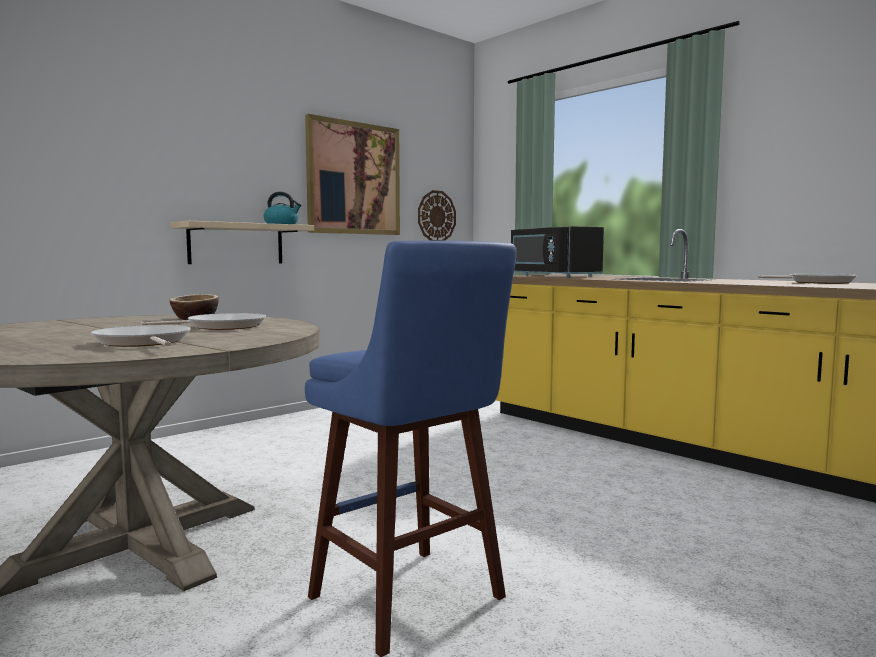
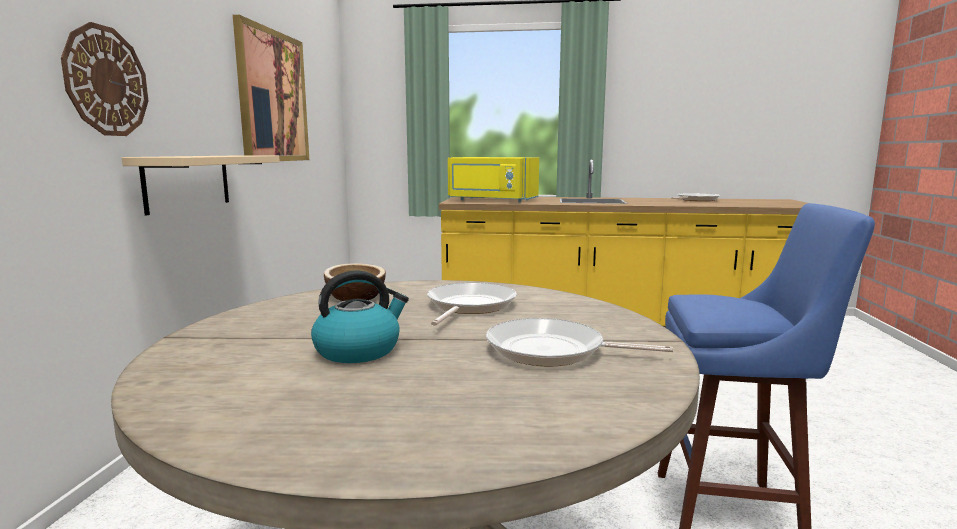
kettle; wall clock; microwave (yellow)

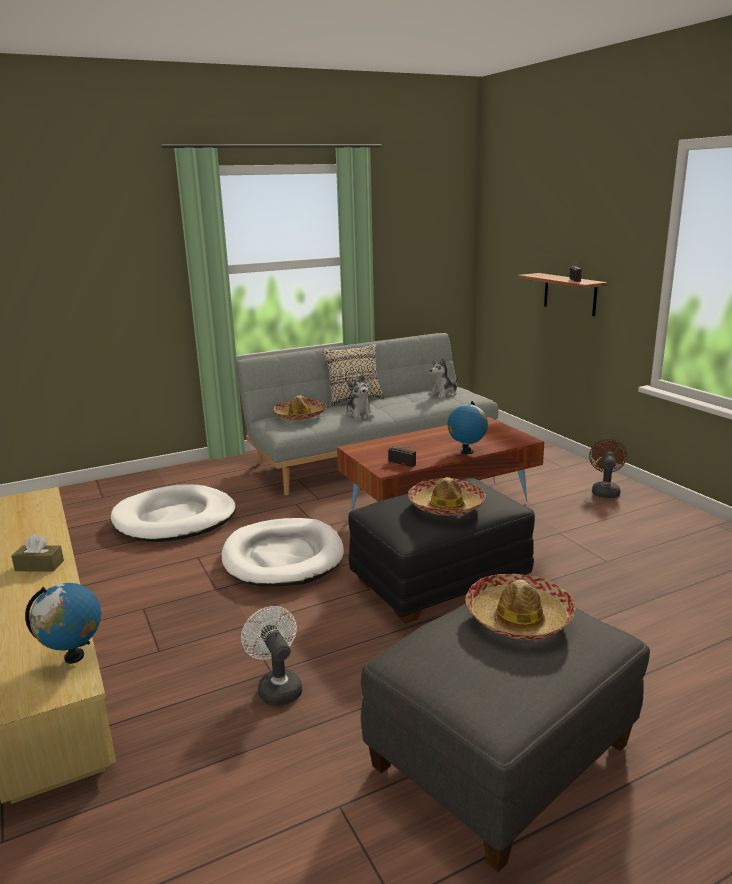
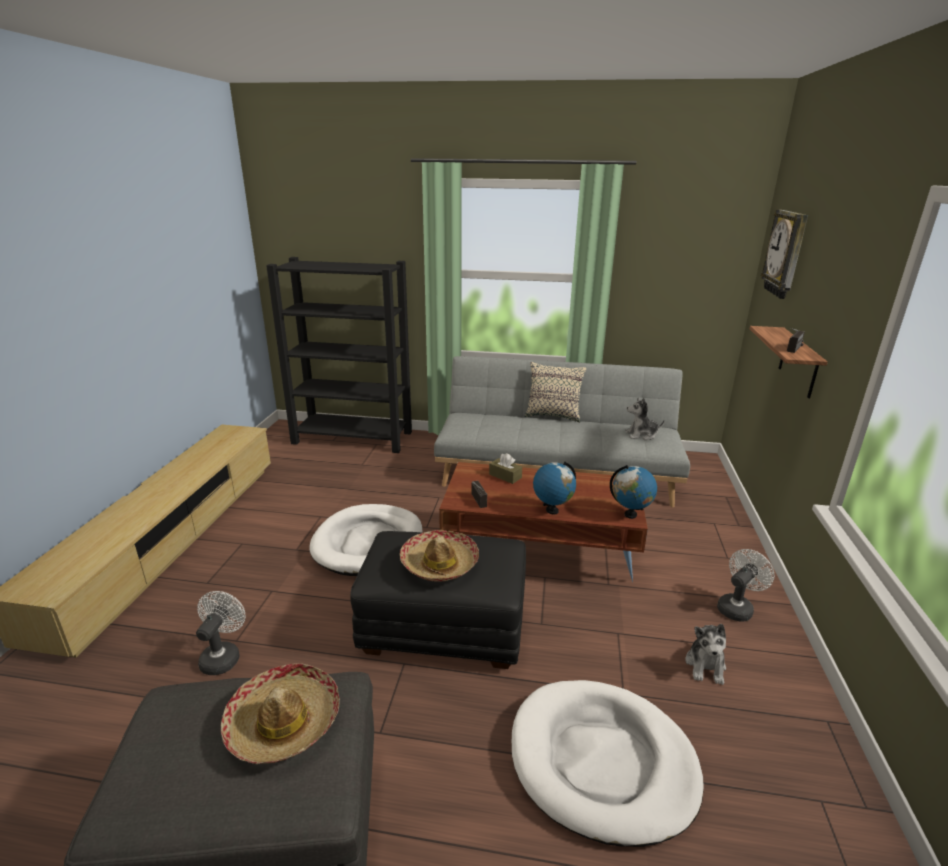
tissue box (brown); globe (2nd from left); dog bed (white) (2nd from left); hat (1st from left in the first image); plush toy (2nd from left); fan (white) (2nd from left); bookcase (black); wall clock

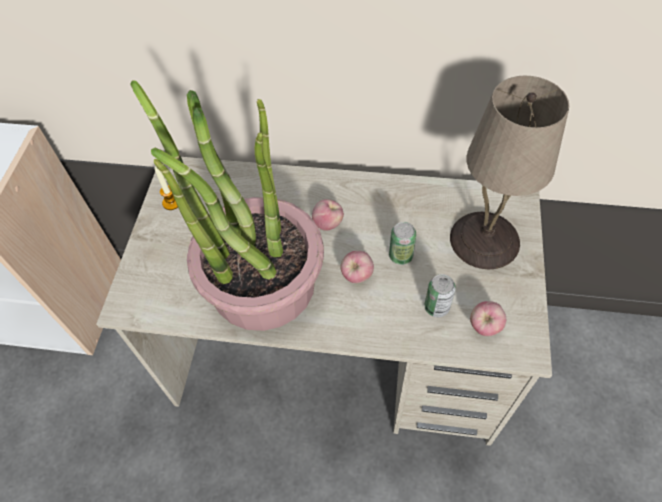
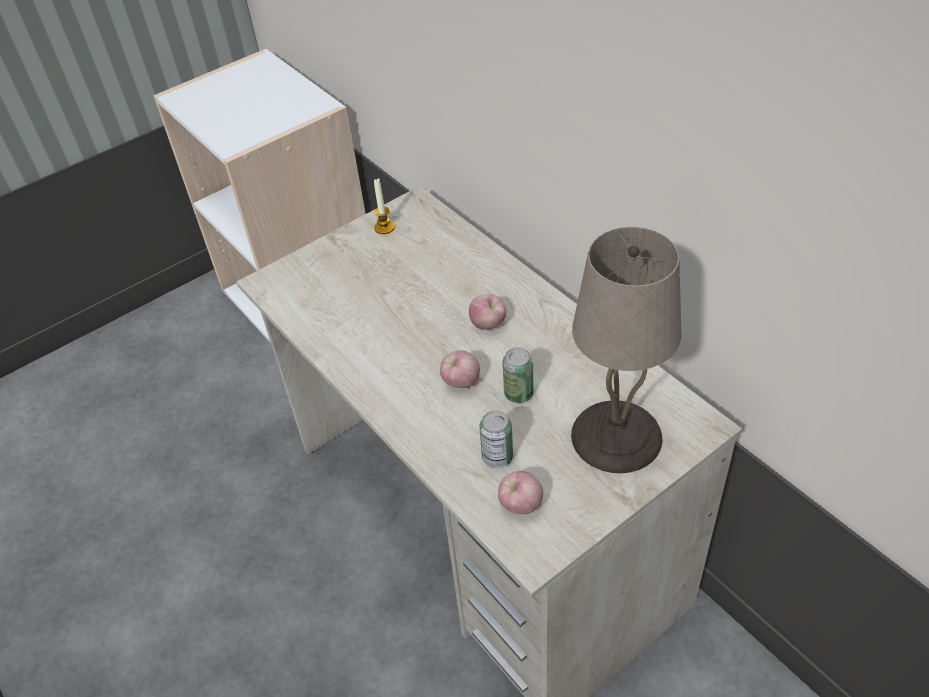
potted plant

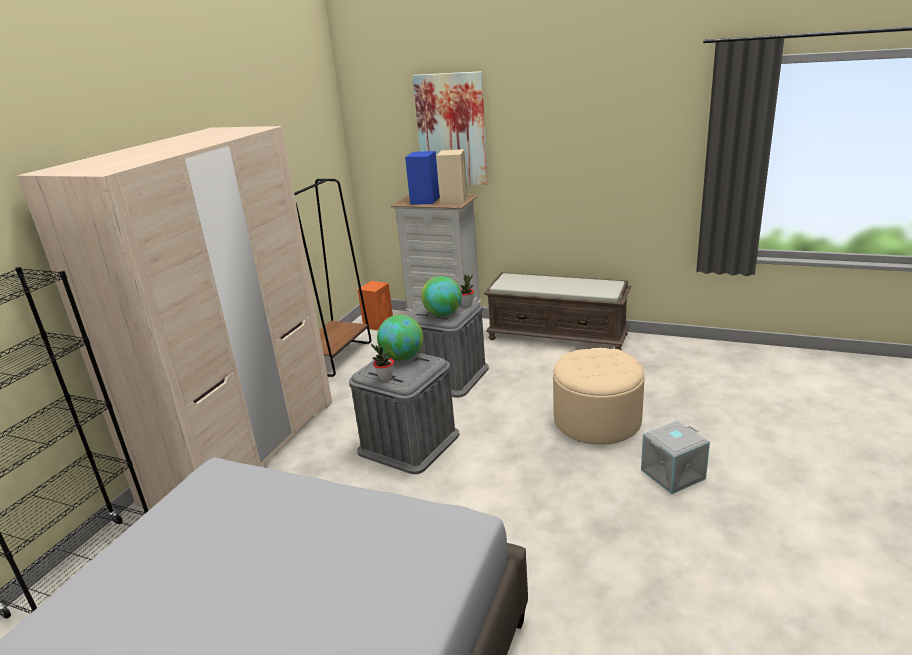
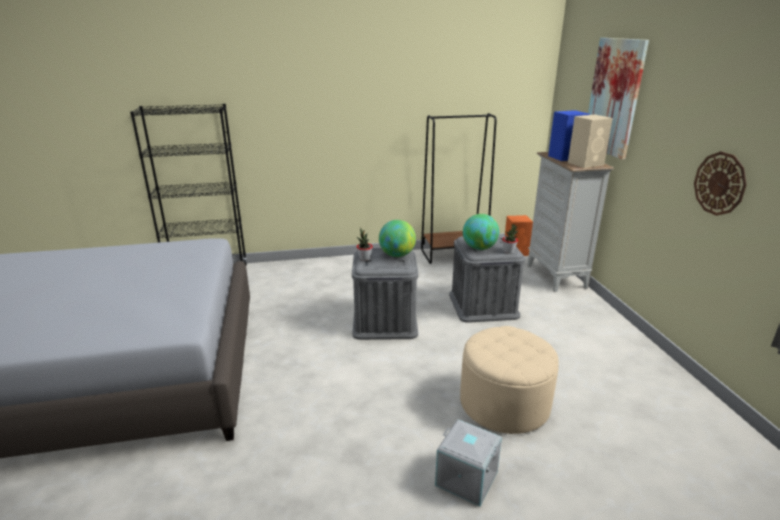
wardrobe (beige); bench (brown); wall clock

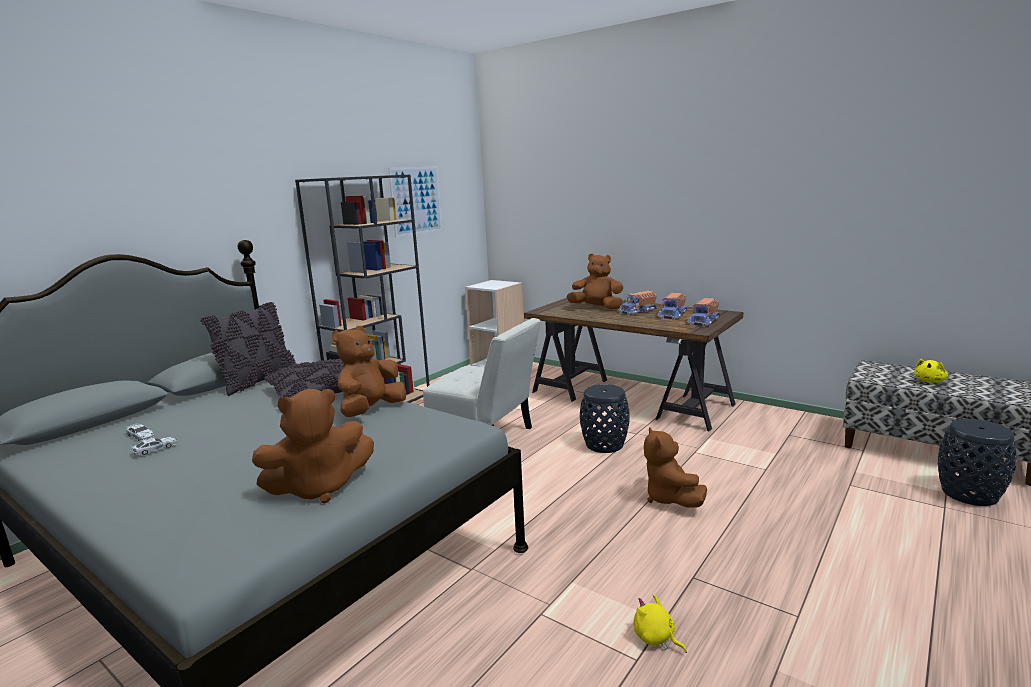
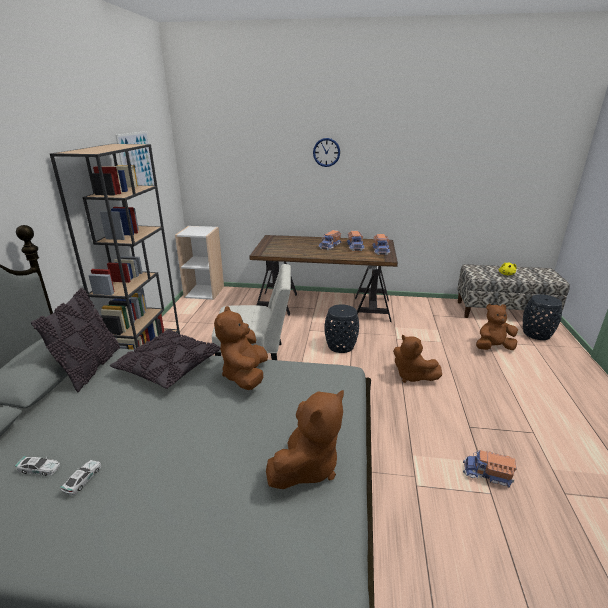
plush toy (brown) (4th from left); toy truck (4th from left); wall clock

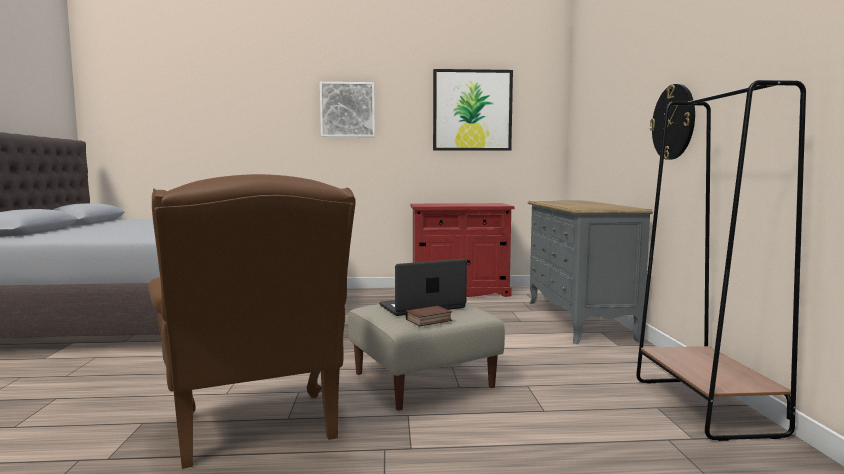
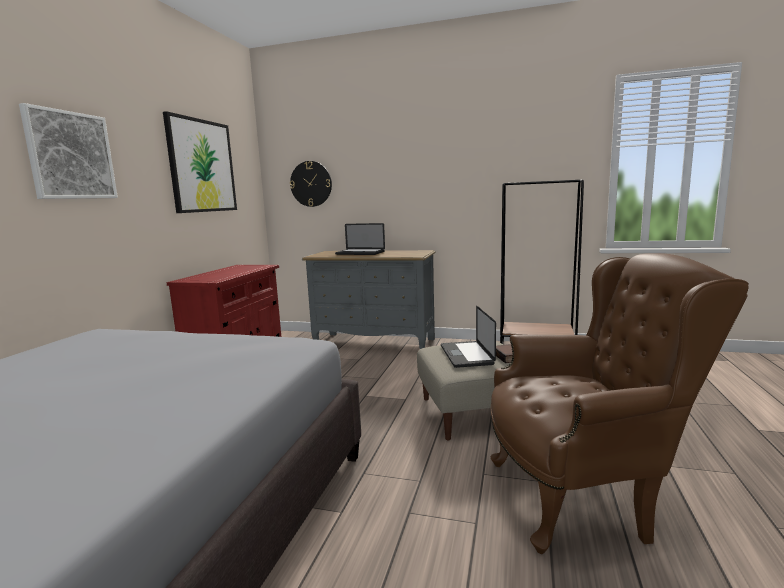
wall clock; laptop (1st from left)

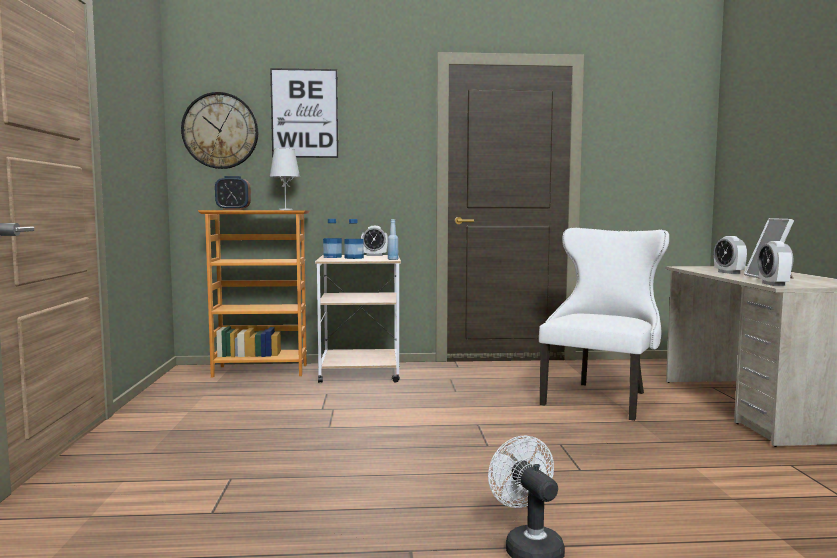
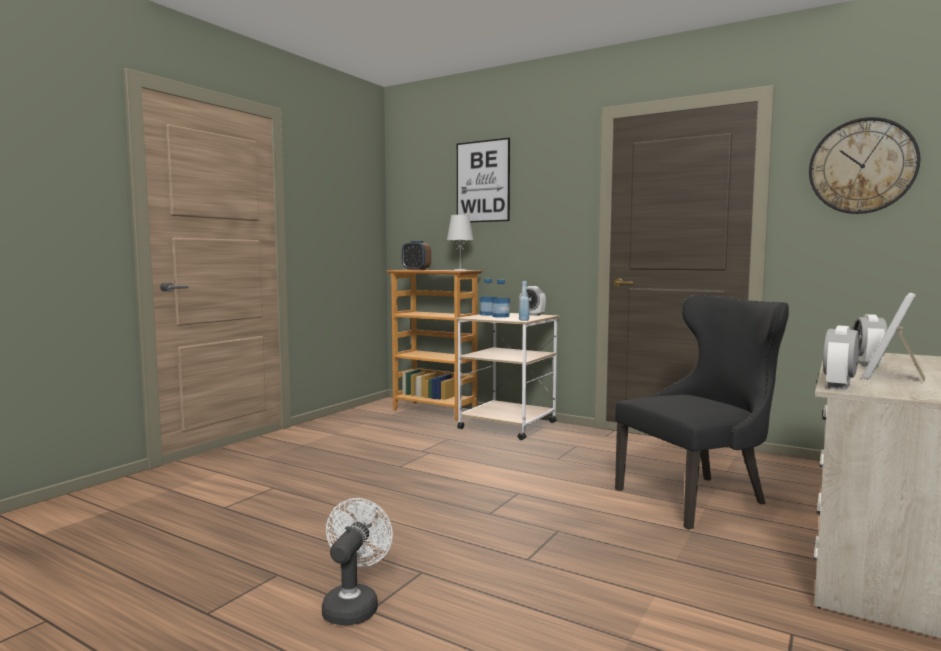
wall clock; chair (black)

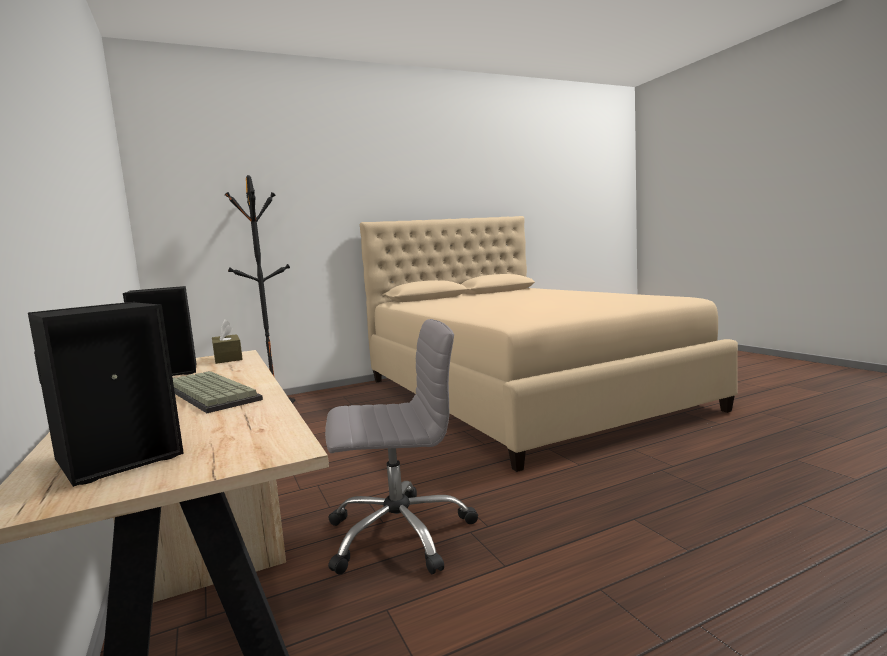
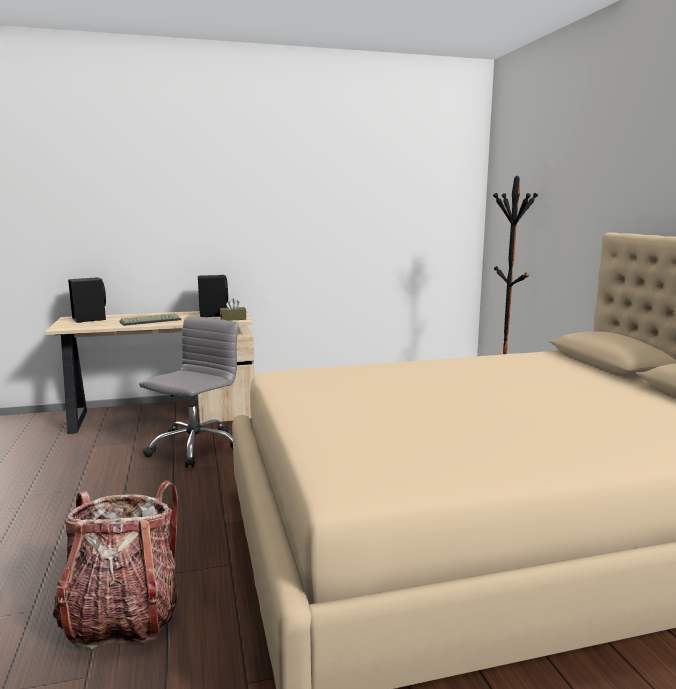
office chair (grey); backpack

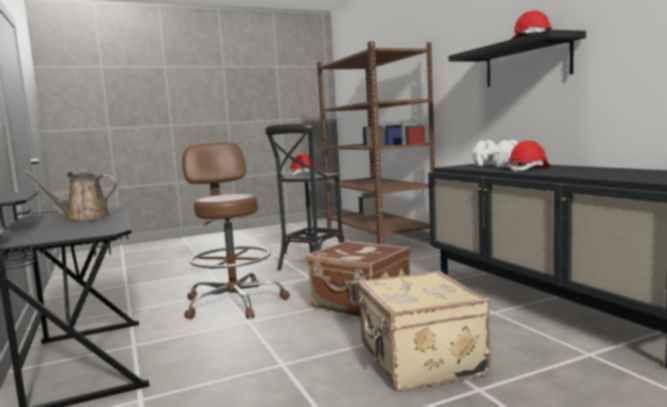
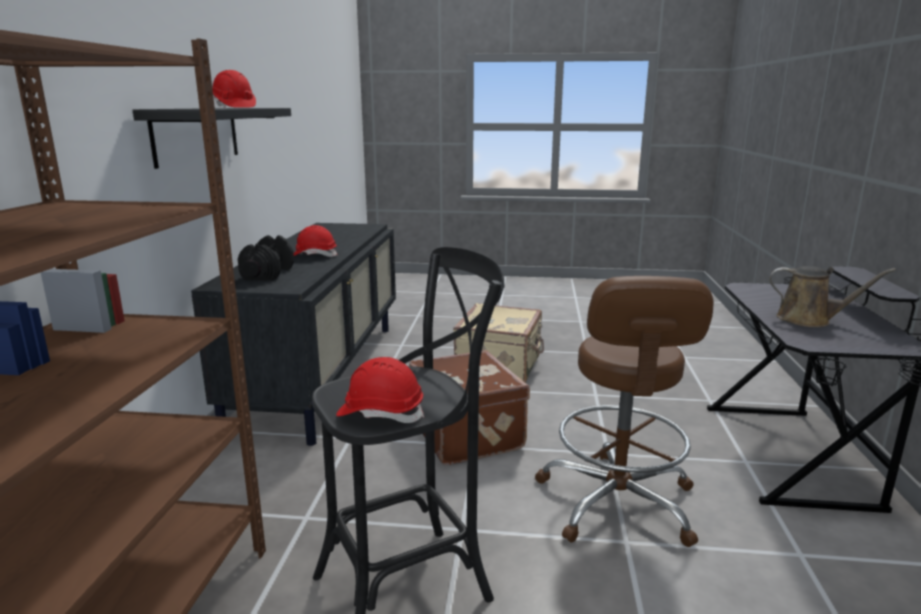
dumbbell (black)

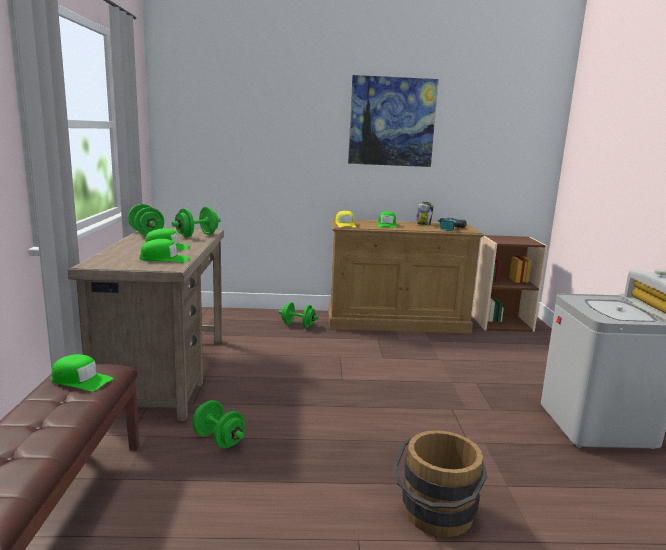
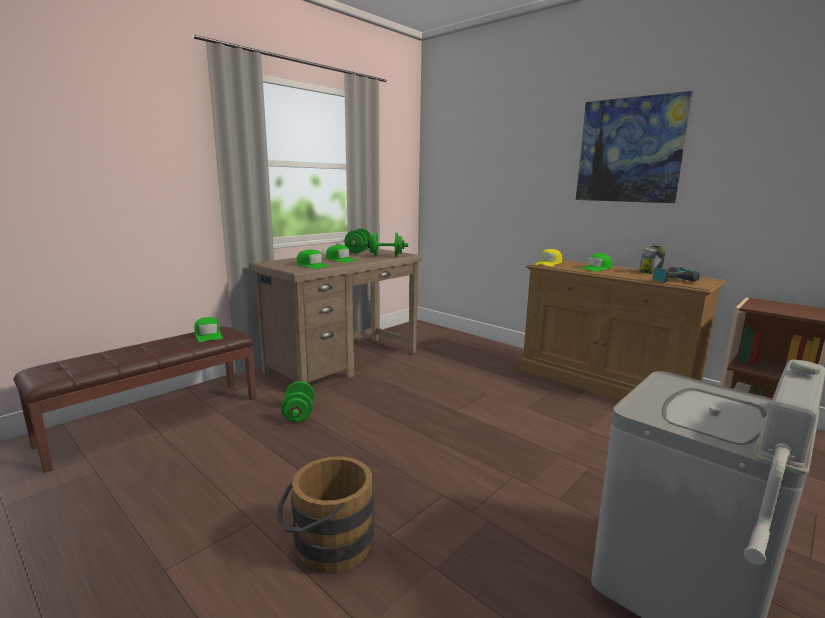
dumbbell (green) (4th from left in the first image)

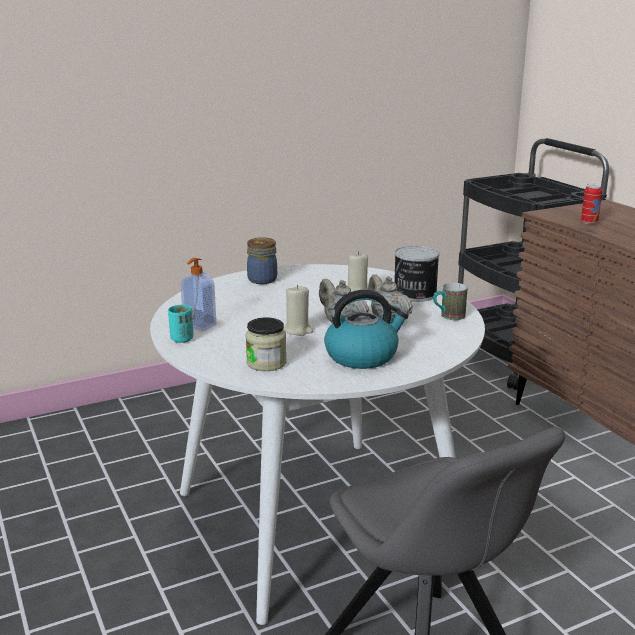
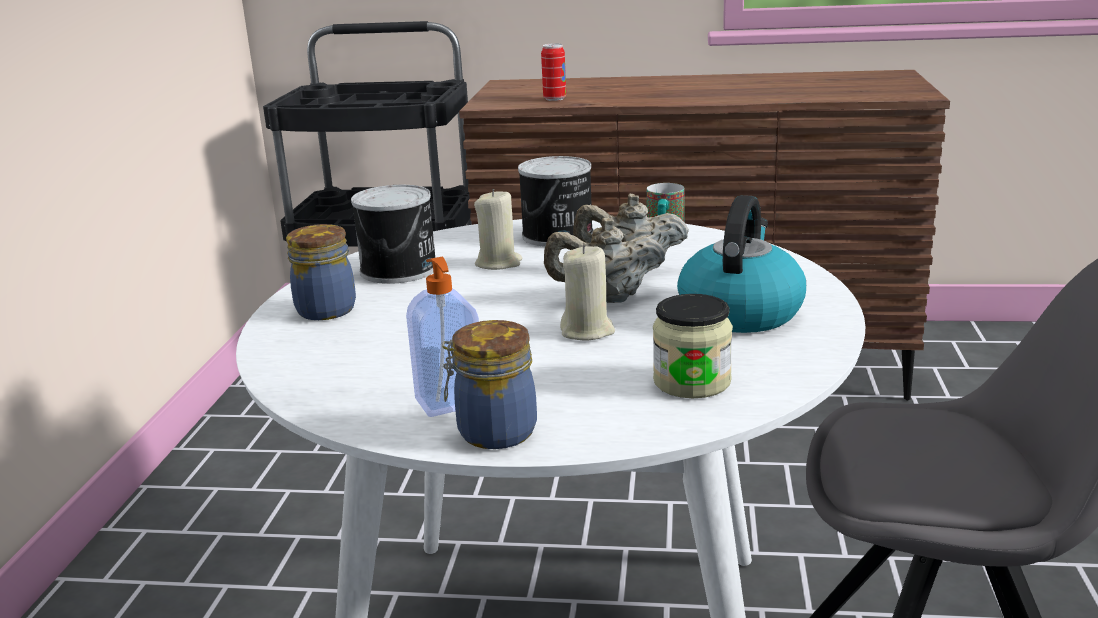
jar (2nd from left); can (1st from left)

